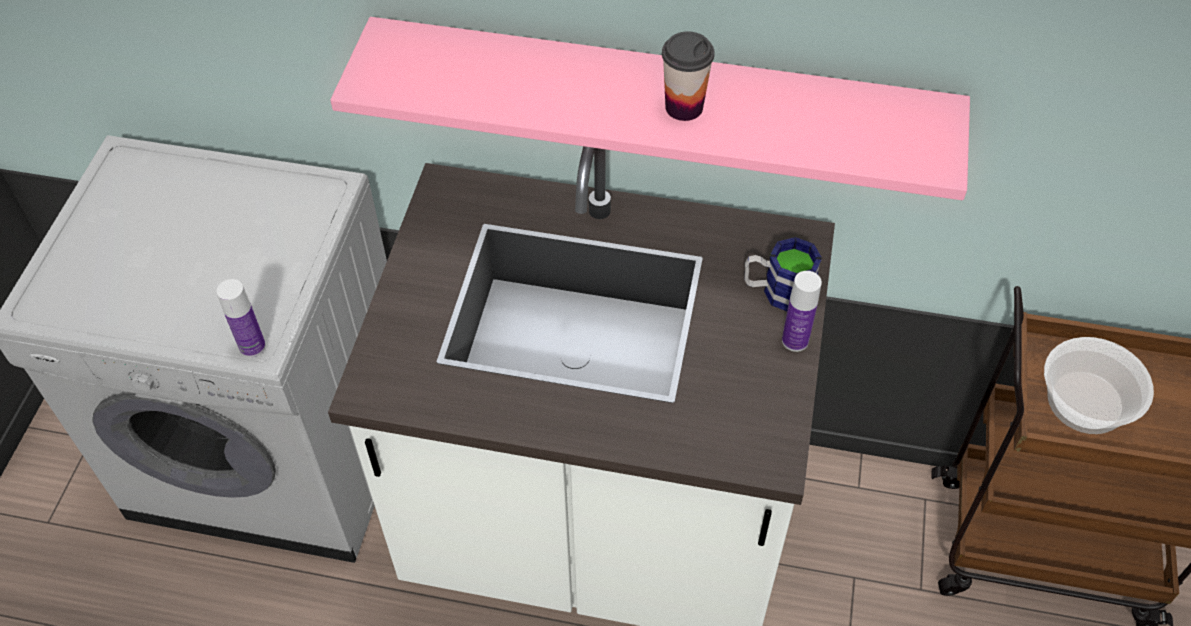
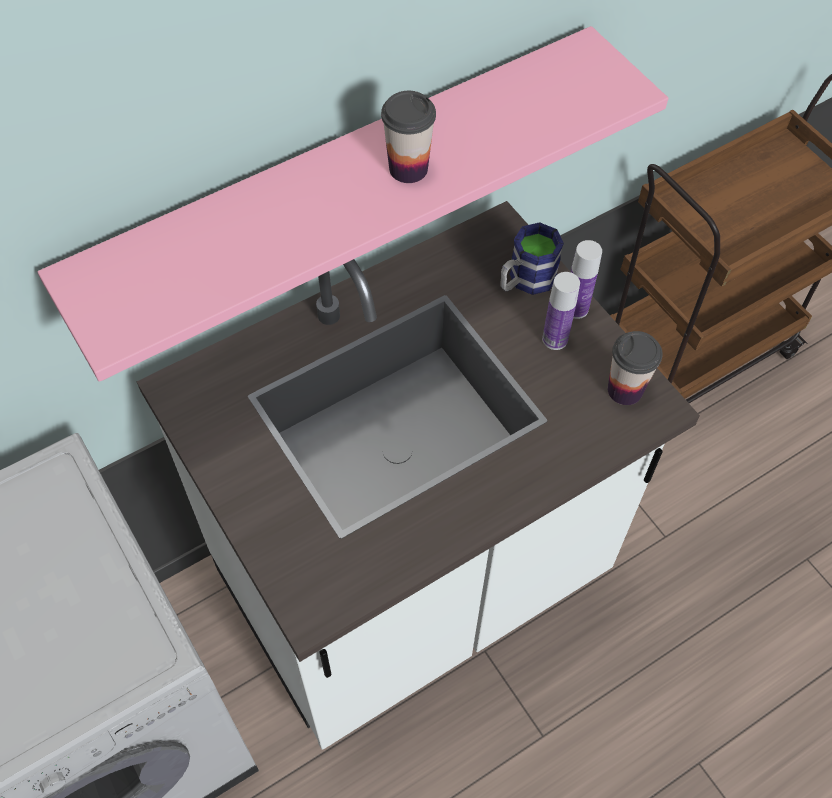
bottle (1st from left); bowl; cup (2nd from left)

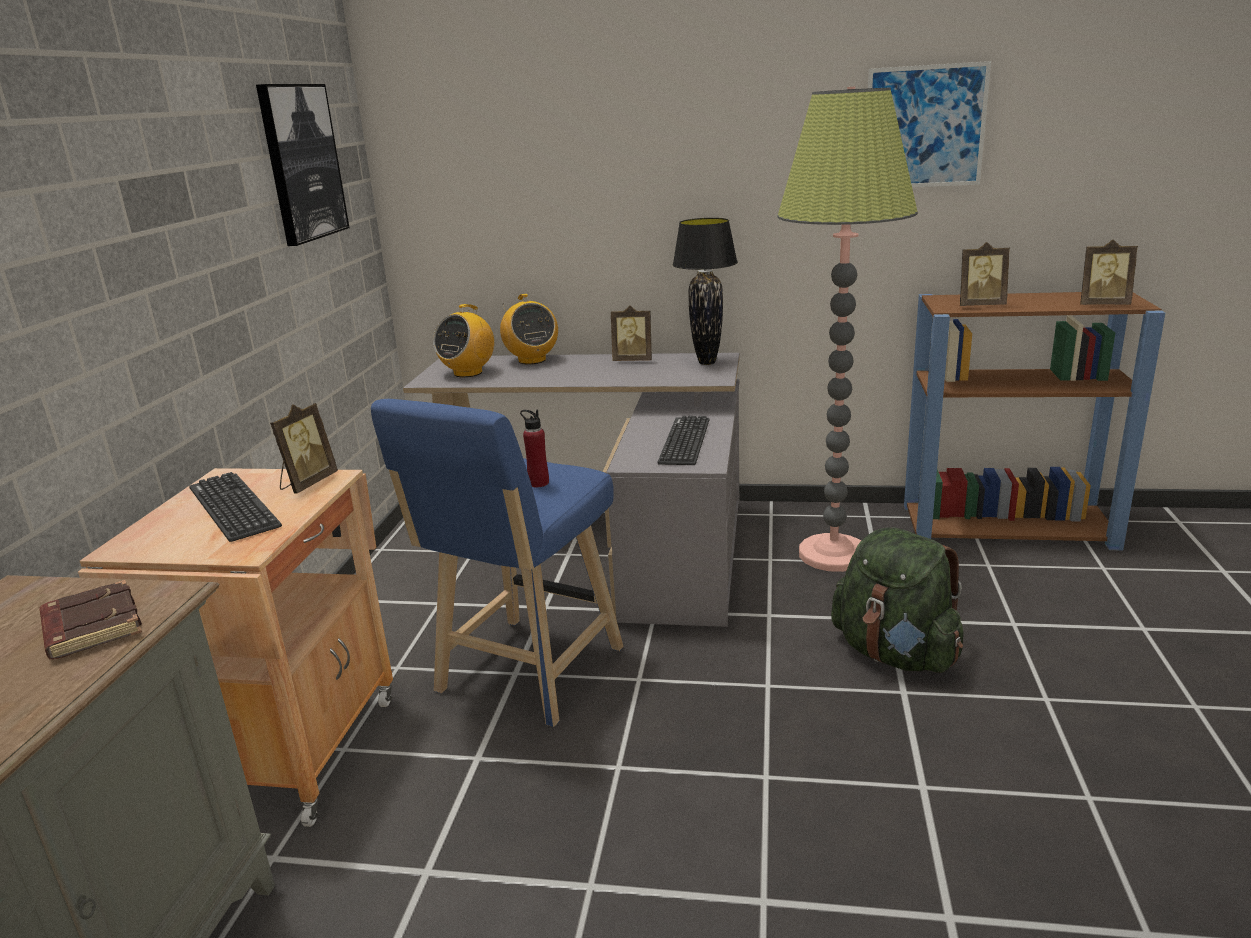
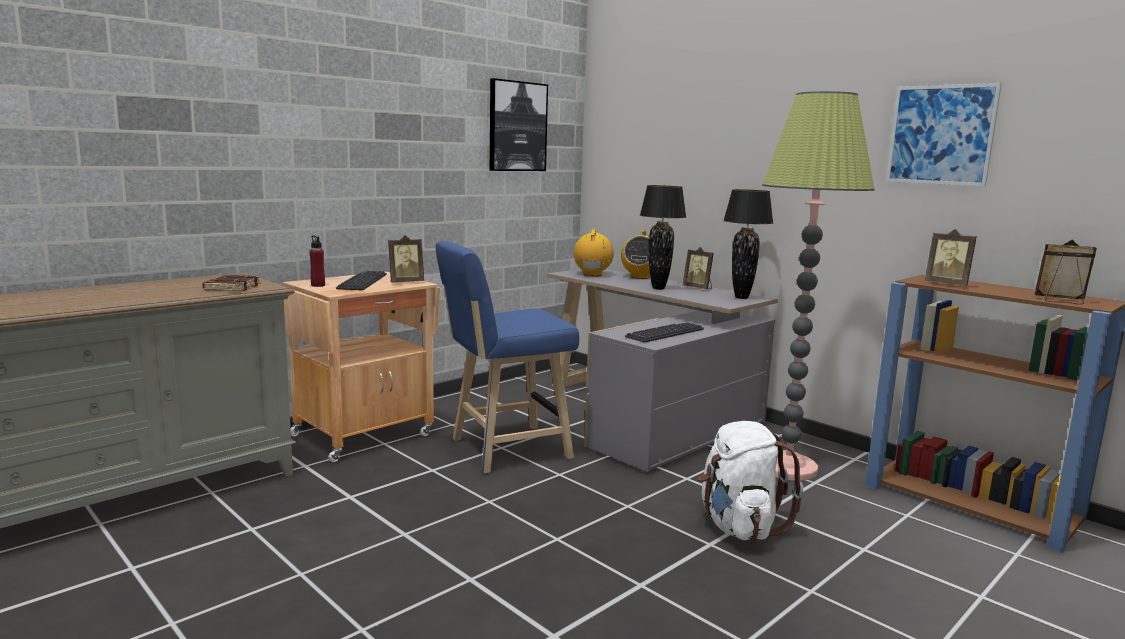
radio (1st from left); bottle (red); backpack (white); picture frame (4th from left); table lamp (black) (1st from left)

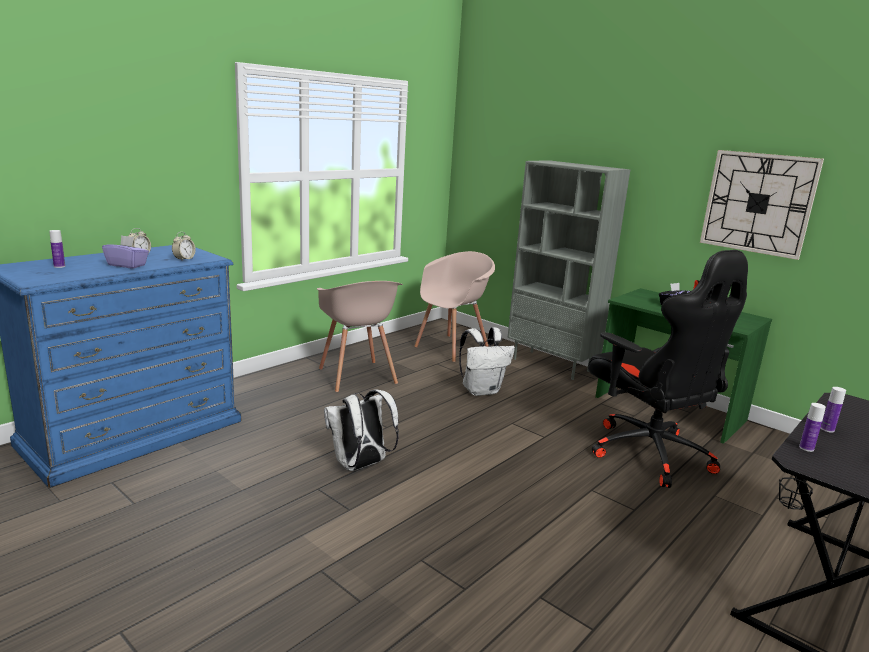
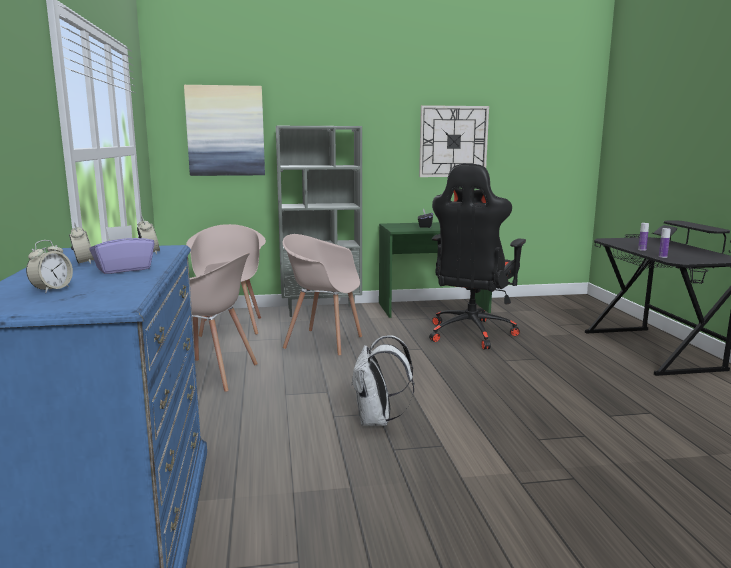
alarm clock (1st from left); chair (beige) (3rd from left); office chair (black); picture

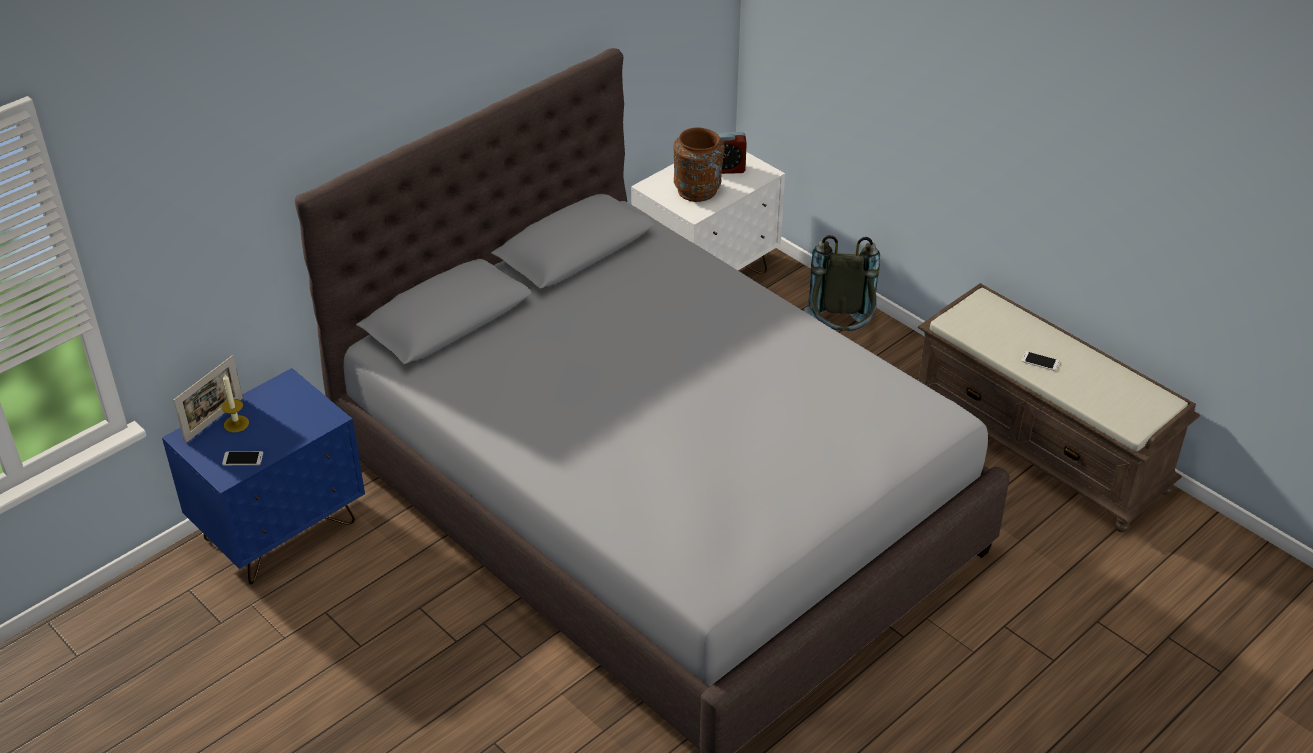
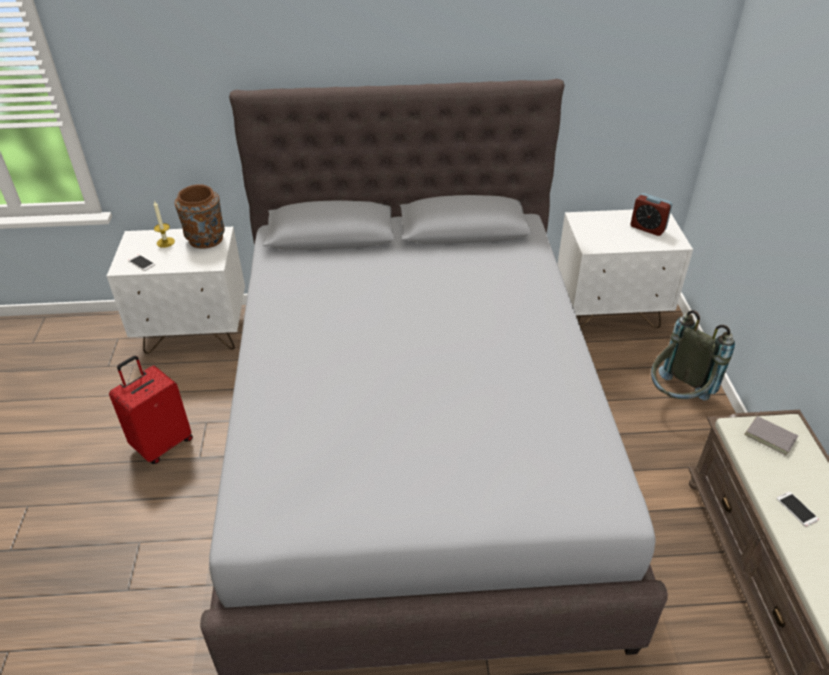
nightstand (white) (1st from left); picture frame; vase (brown); suitcase (red); book (grey)

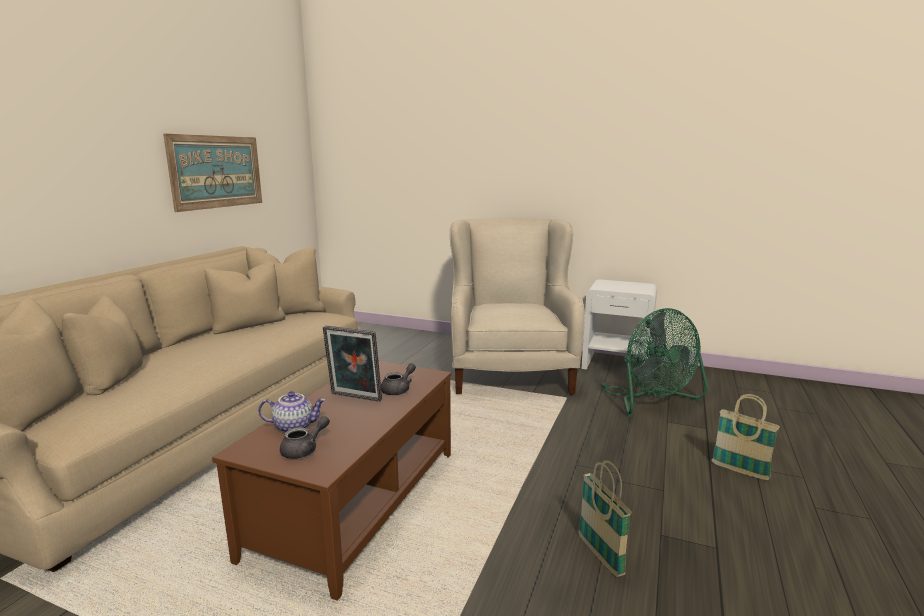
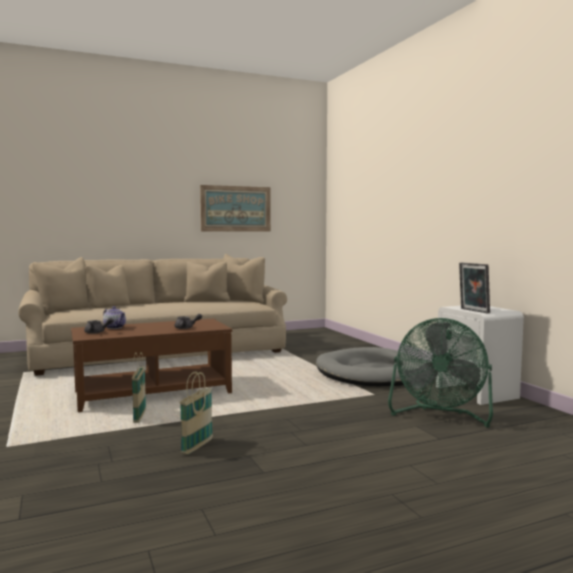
picture frame; dog bed (grey); basket (1st from left)

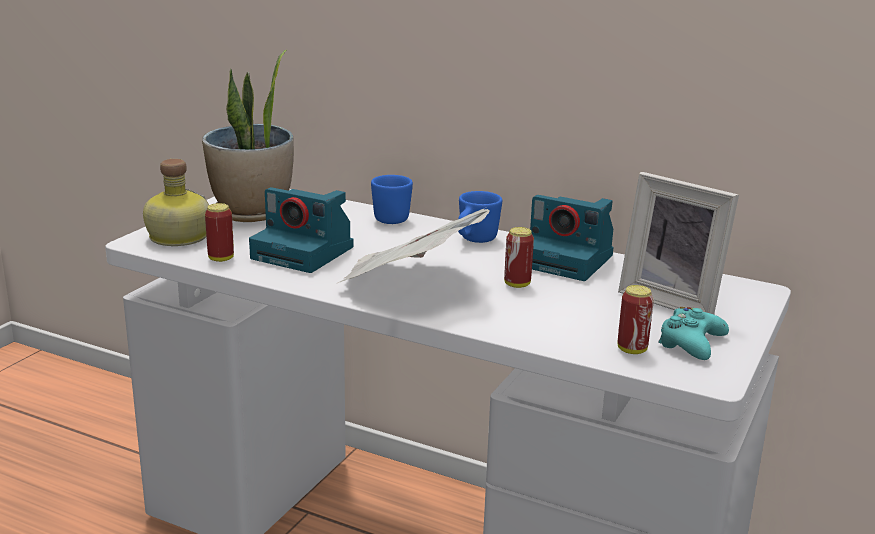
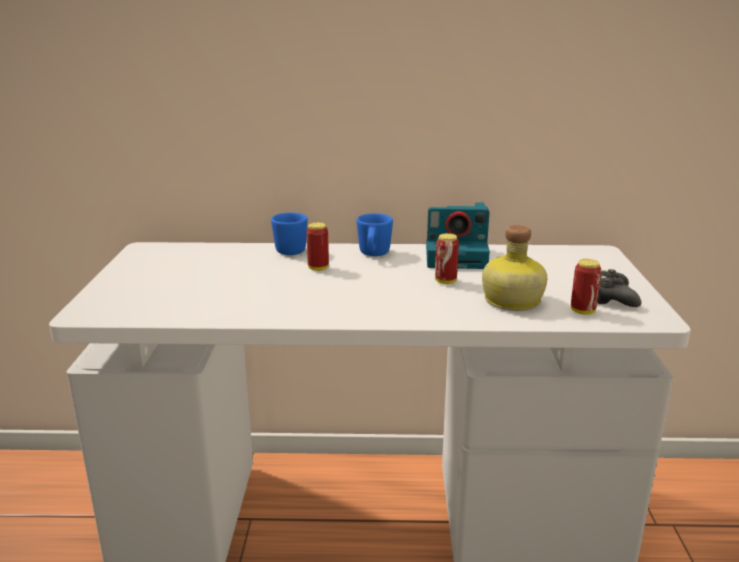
bottle; potted plant; can (1st from left); photo camera (1st from left in the first image); newspaper; picture frame; game controller (black)

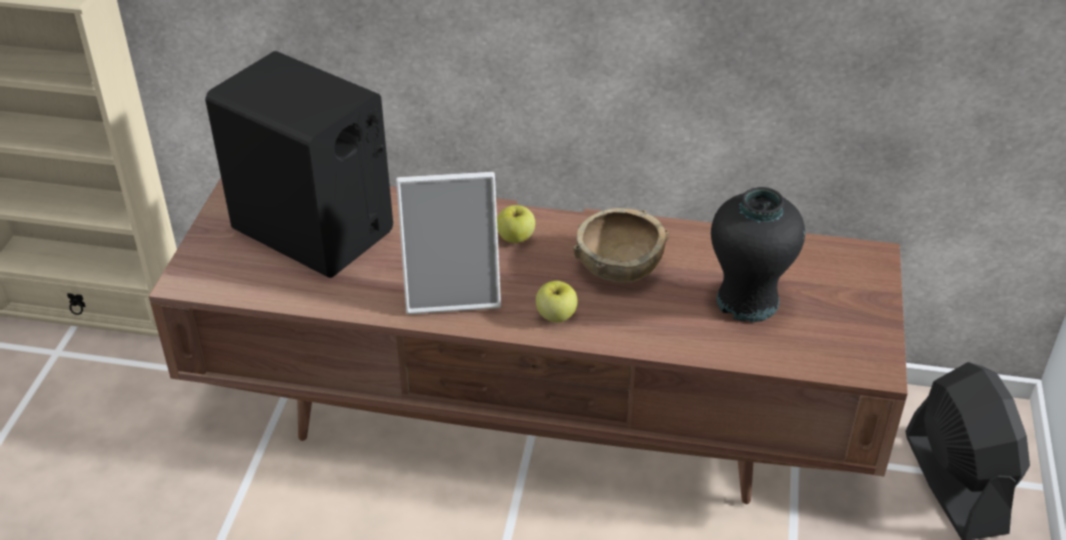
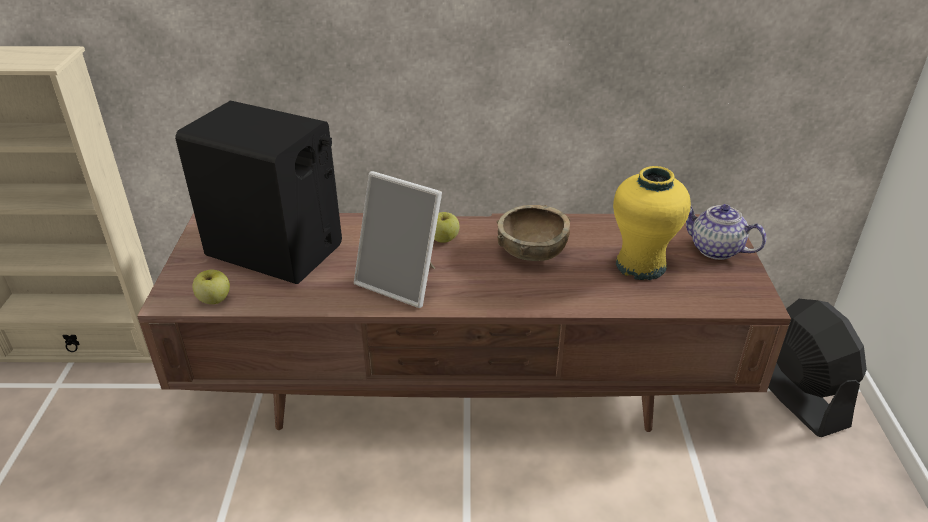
picture frame; apple (1st from left); vase (yellow); teapot

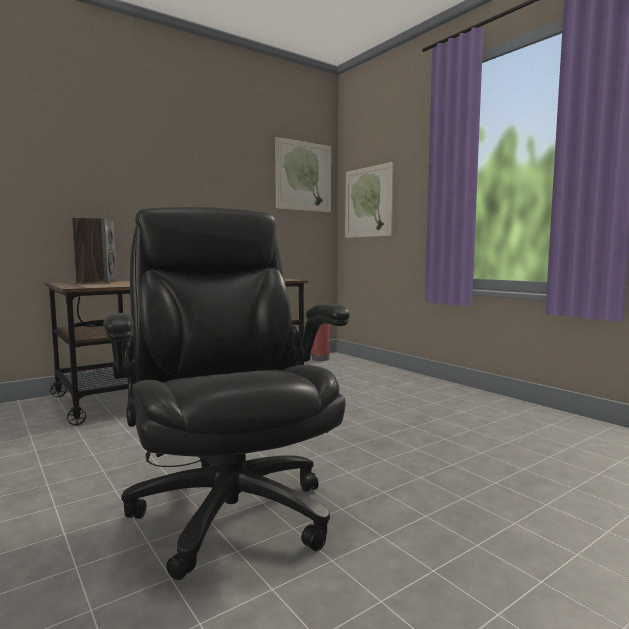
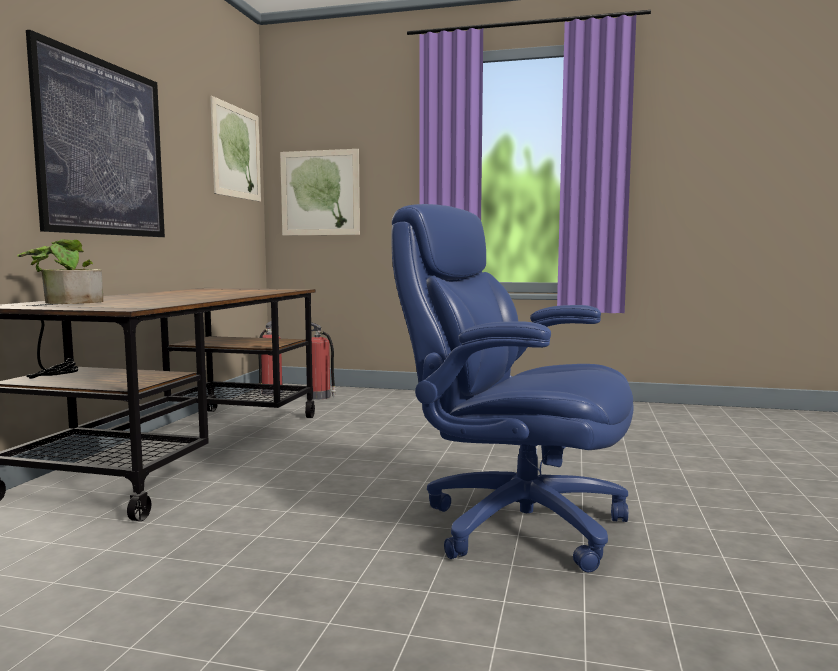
potted plant; office chair (blue); picture (1st from left); fire extinguisher (2nd from left)

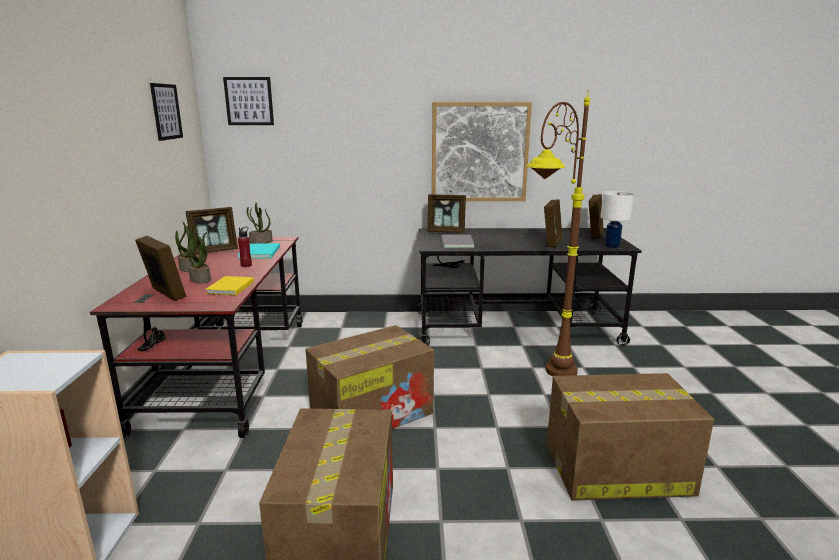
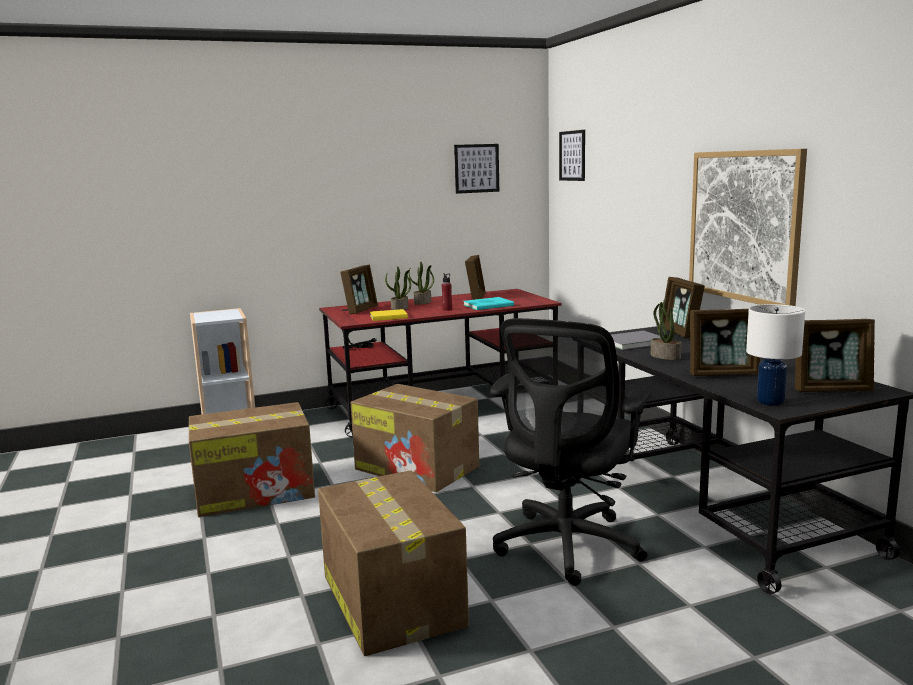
picture frame (2nd from left); potted plant (3rd from left); office chair (black)

